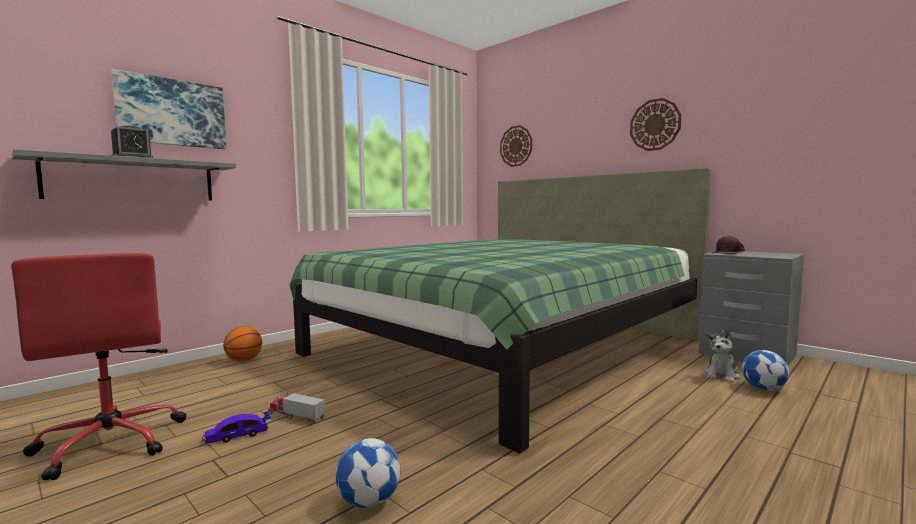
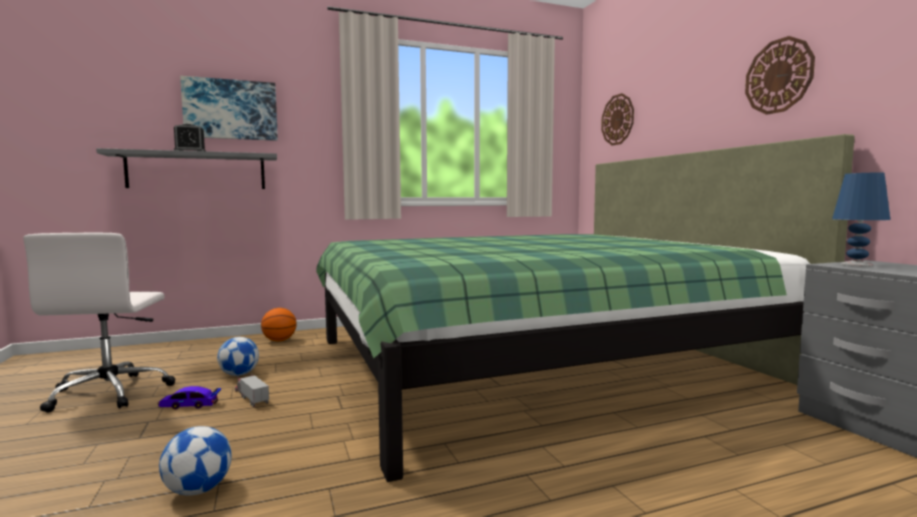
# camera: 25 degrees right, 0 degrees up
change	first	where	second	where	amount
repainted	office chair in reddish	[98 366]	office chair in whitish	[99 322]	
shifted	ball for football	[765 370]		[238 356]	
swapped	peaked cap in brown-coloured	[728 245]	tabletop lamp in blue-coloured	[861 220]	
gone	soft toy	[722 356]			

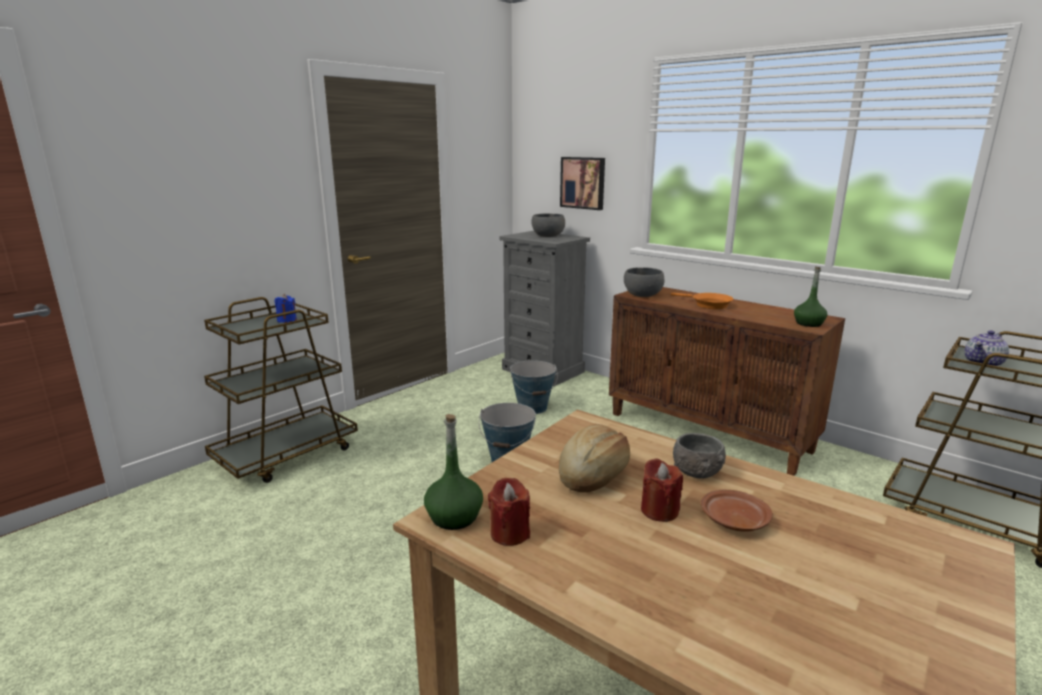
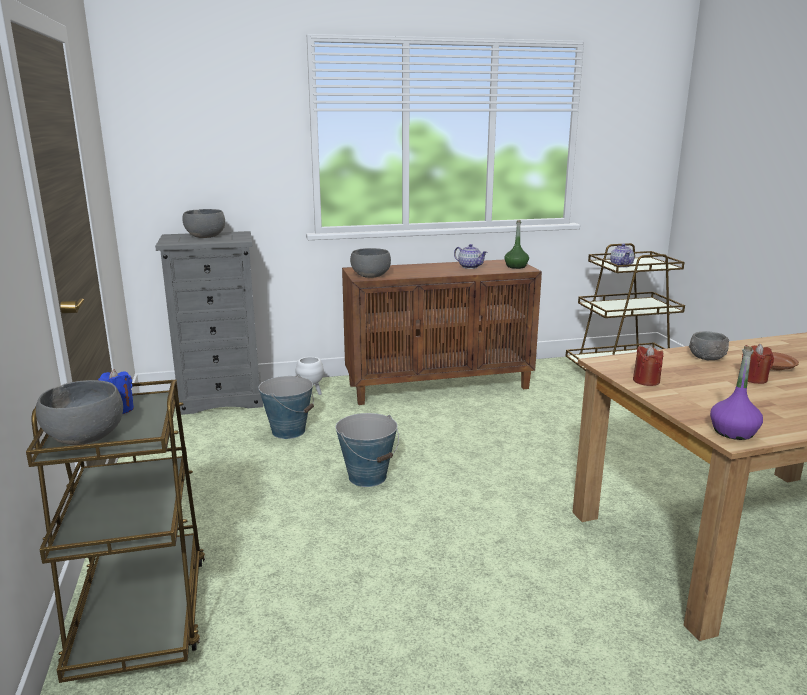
# camera: 55 degrees left, 0 degrees up
change	first	where	second	where	amount
new			bowl in greyish	[79 412]	
new			plant pot in whitish	[310 376]	
new			teapot	[470 256]	
shifted	wax light in reddish	[509 512]		[648 366]	
repainted	beverage bottle in green	[453 472]	beverage bottle in purple-coloured	[736 393]	
gone	bakery bread	[594 458]			
gone	picture	[582 183]			
gone	pan in orange-coloured	[702 301]			

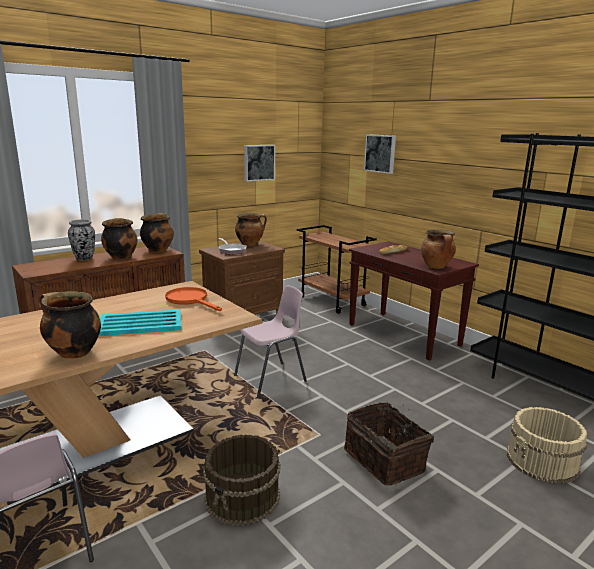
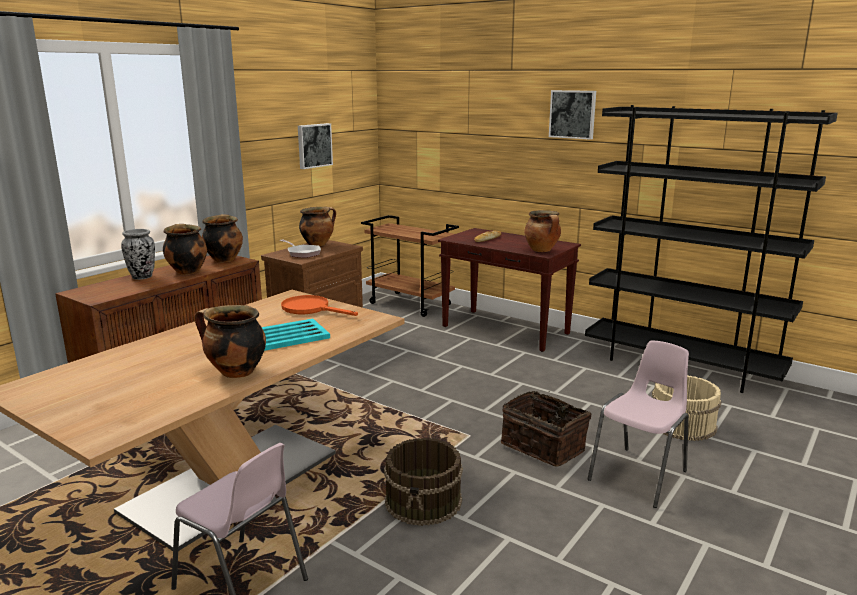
# camera: 15 degrees left, 0 degrees up
change	first	where	second	where	amount
shifted	picture	[380 154]		[572 115]	
shifted	chair in pink	[270 341]		[638 424]	

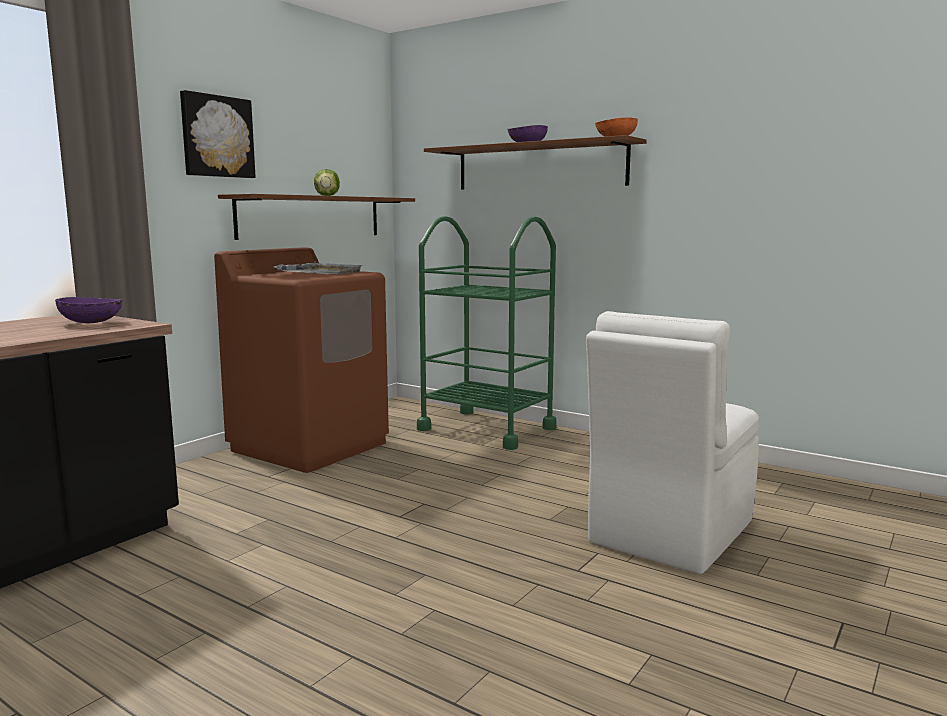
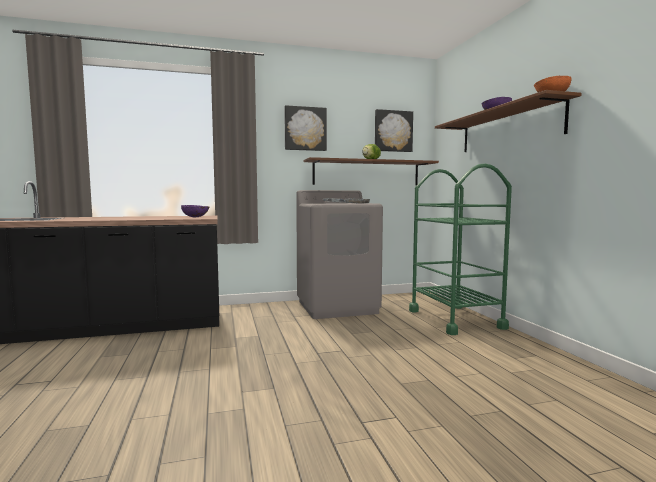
# camera: 40 degrees right, 5 degrees down
change	first	where	second	where	amount
repainted	washing machine in brown-coloured	[301 360]	washing machine in greyish	[339 254]	
new			picture	[394 130]	
gone	chair in whitish	[672 442]			

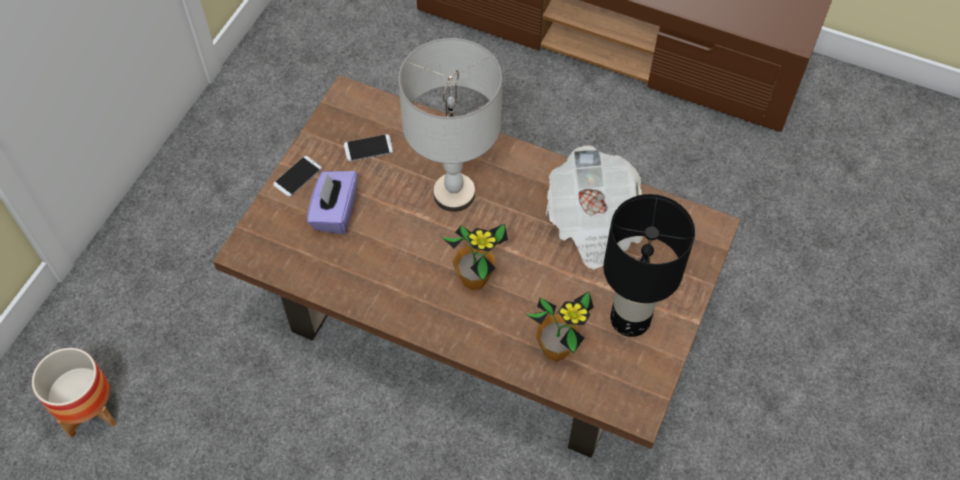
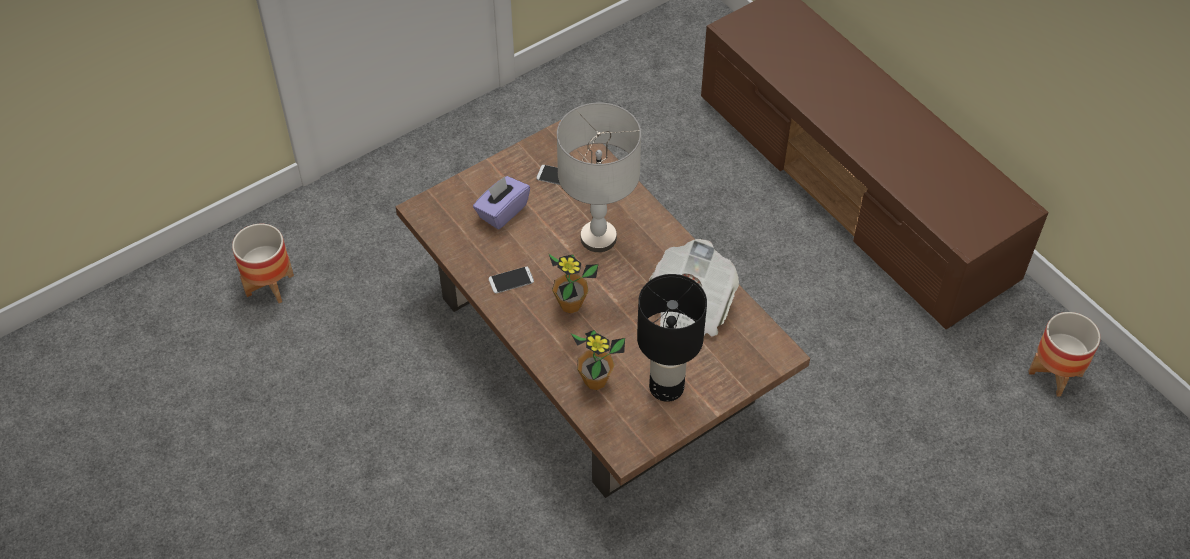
# camera: 30 degrees right, 5 degrees down
change	first	where	second	where	amount
shifted	phone	[297 176]		[511 280]	
new			plant pot	[1064 354]	

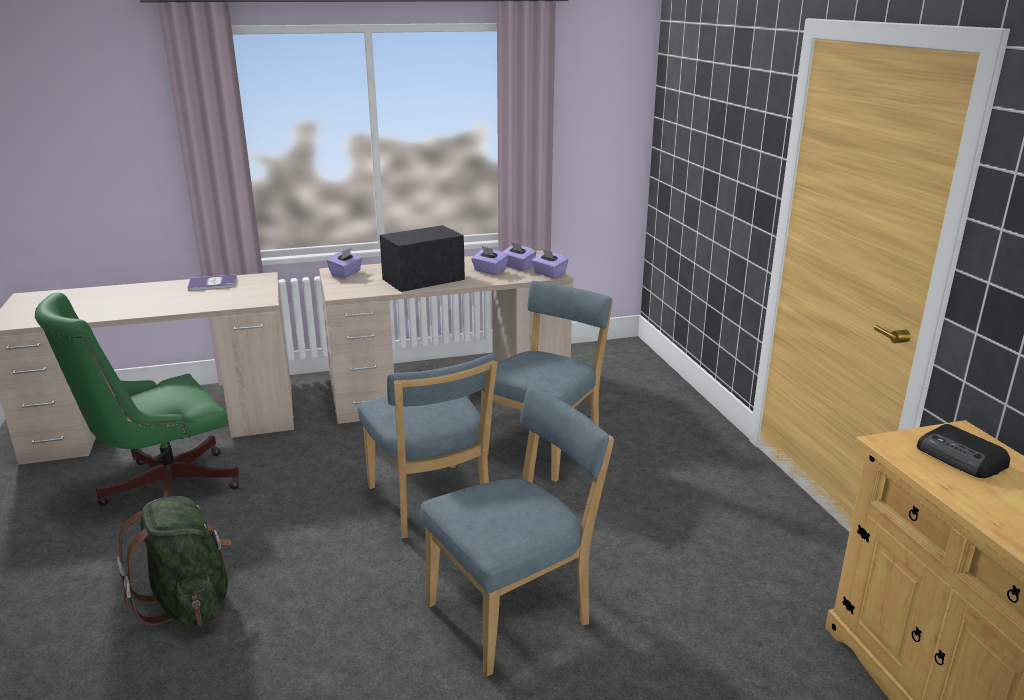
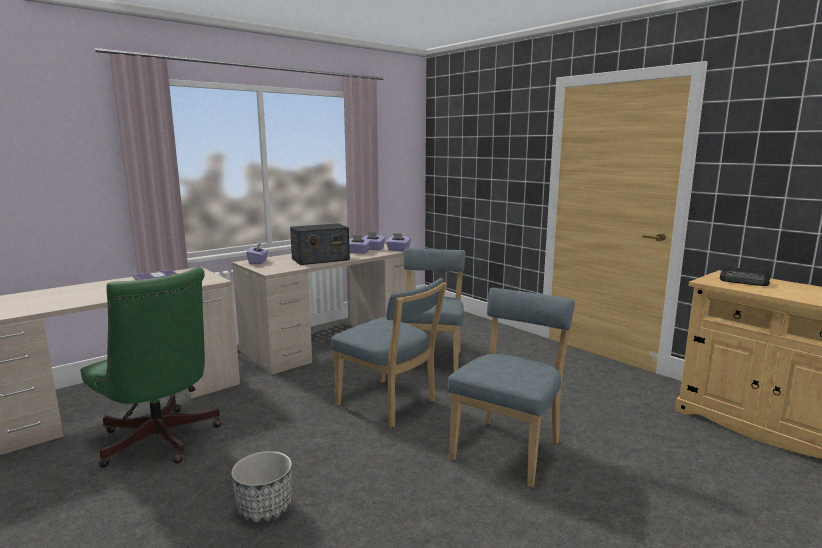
# camera: 25 degrees left, 10 degrees down
change	first	where	second	where	amount
rotated	office chair in green	[137 399]		[151 367]	75 degrees counterclockwise
swapped	backpack in green	[174 562]	plant pot	[261 487]	
rotated	radio receiver	[422 258]		[320 244]	150 degrees counterclockwise

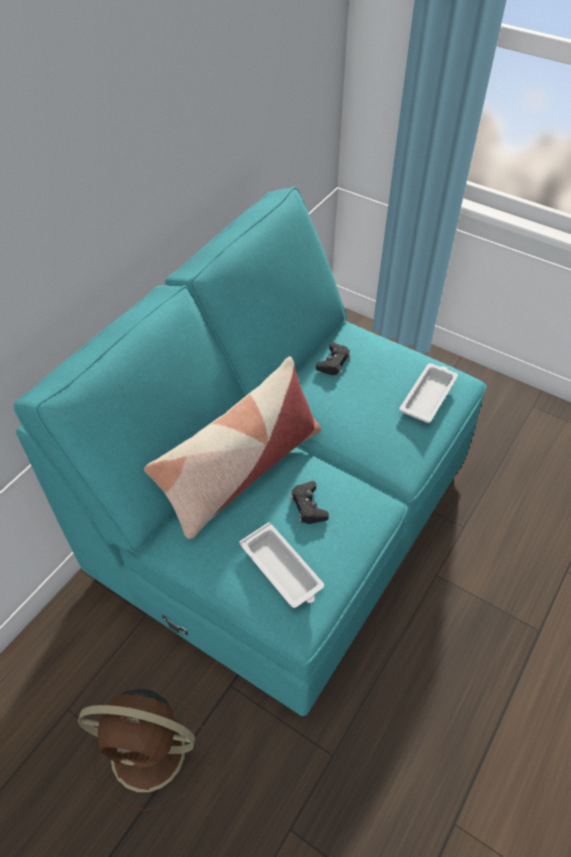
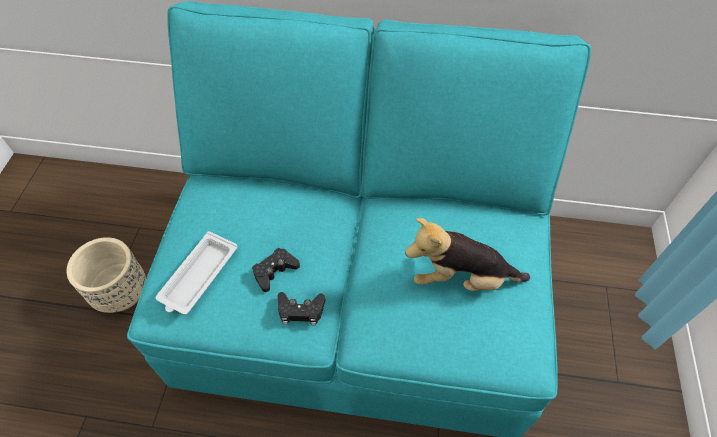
# camera: 65 degrees right, 5 degrees up
change	first	where	second	where	amount
swapped	fan in brown-coloured	[141 750]	plant pot in beige	[106 275]	
shifted	gamepad in black-coloured	[333 358]		[301 308]	
new			soft toy	[467 254]	
gone	cushion	[232 447]			
gone	tray in whitish	[428 393]			

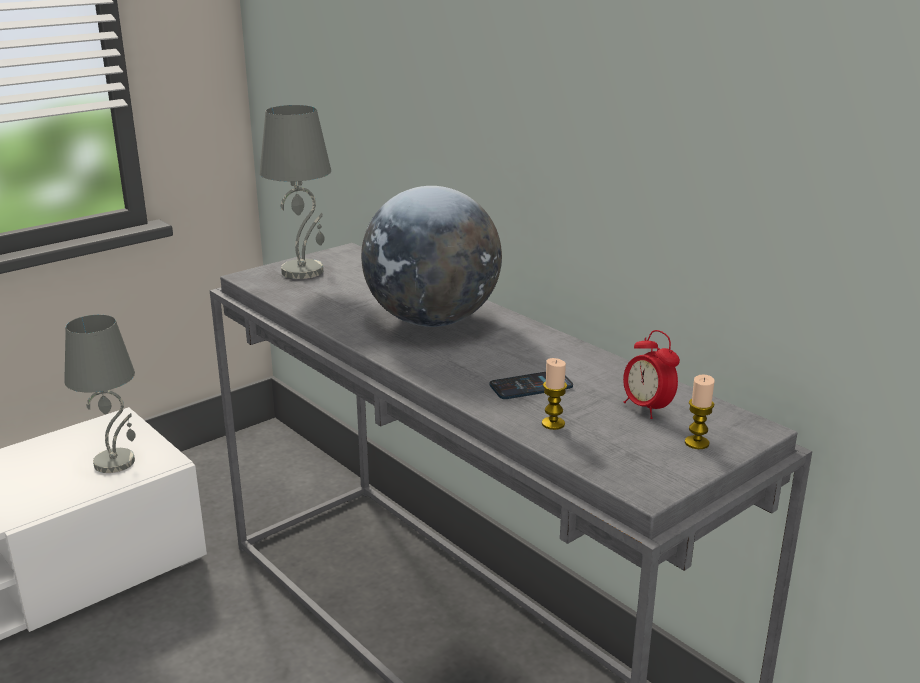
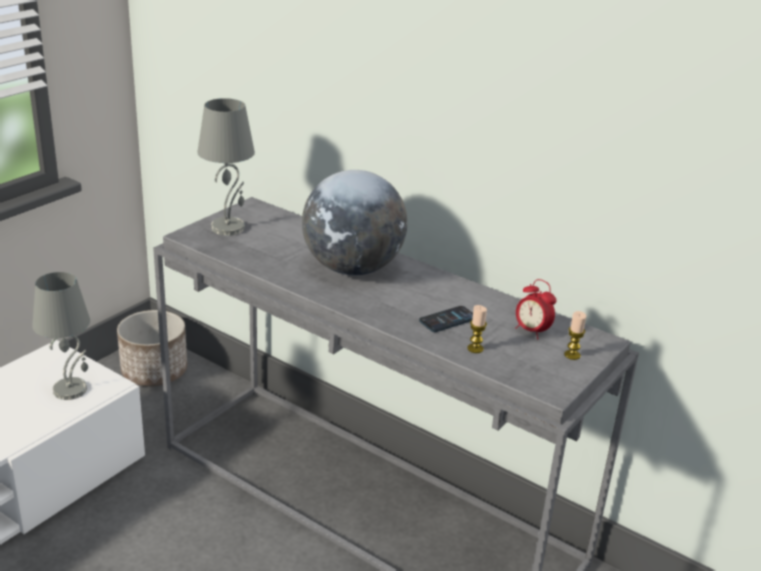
# camera: 15 degrees left, 5 degrees up
change	first	where	second	where	amount
new			plant pot	[152 348]	

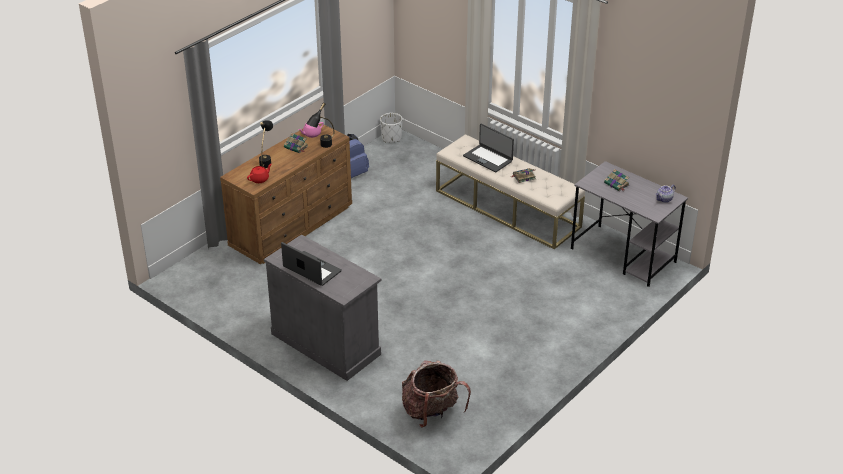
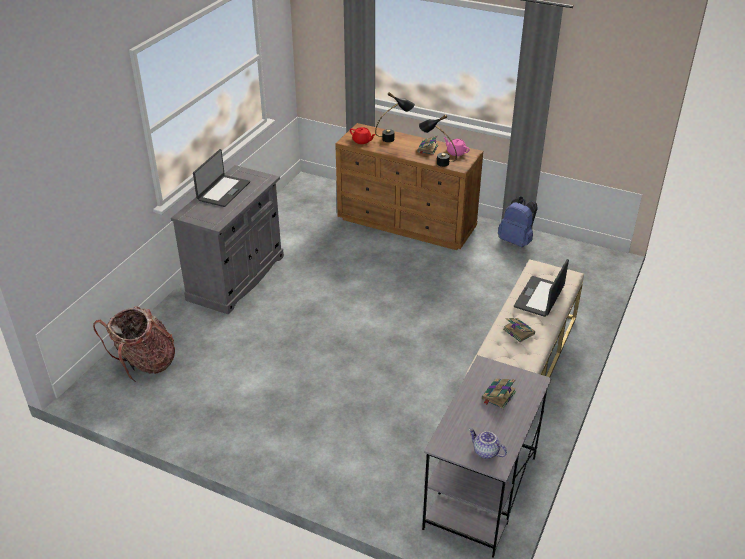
# camera: 75 degrees right, 0 degrees up
change	first	where	second	where	amount
gone	plant pot in whitish	[391 128]			

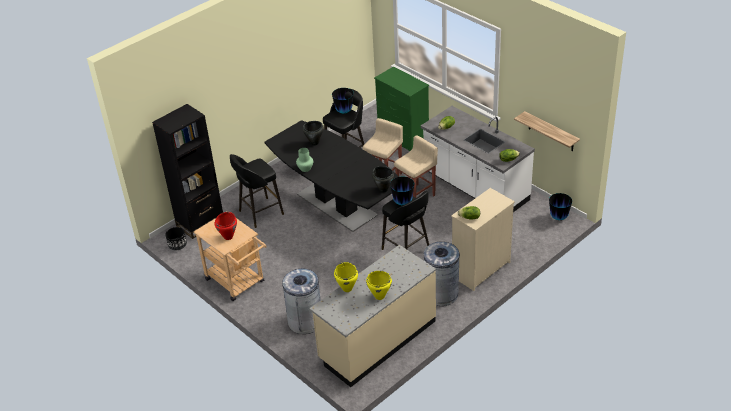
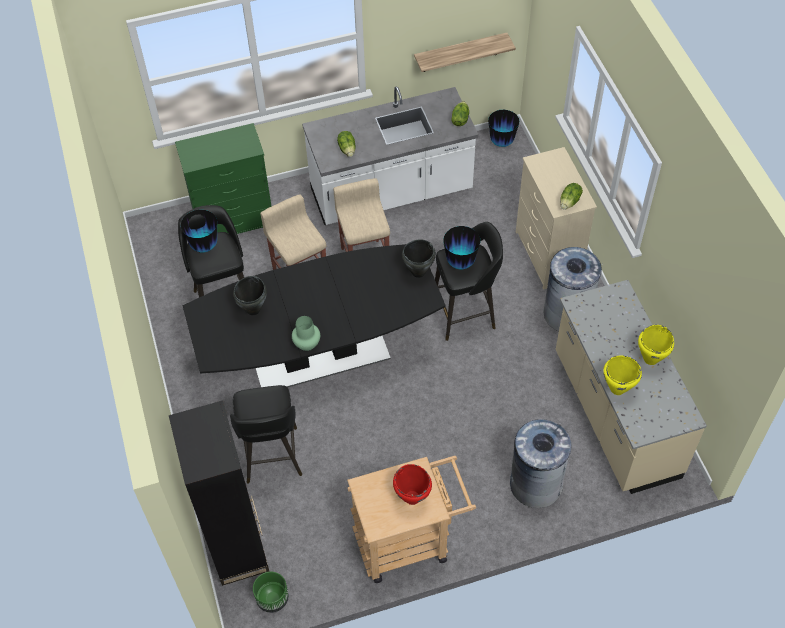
# camera: 65 degrees left, 15 degrees up
change	first	where	second	where	amount
repainted	plant pot in black-coloured	[176 238]	plant pot in green	[271 592]	

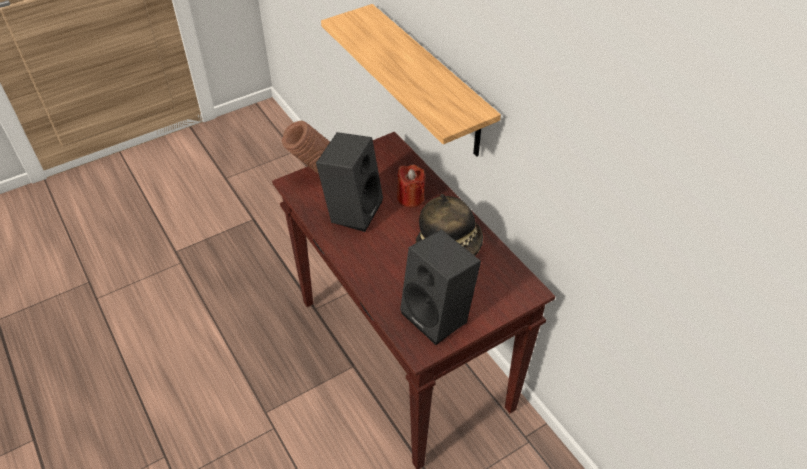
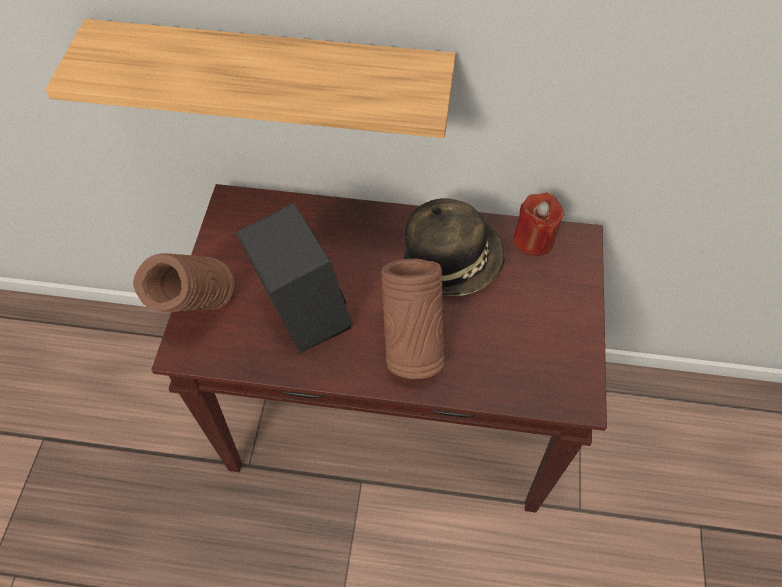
# camera: 50 degrees left, 10 degrees up
change	first	where	second	where	amount
new			decorative vase in brown-coloured	[412 319]	
shifted	wax light in reddish	[411 186]		[539 224]	
gone	speaker in black-coloured	[440 287]			

